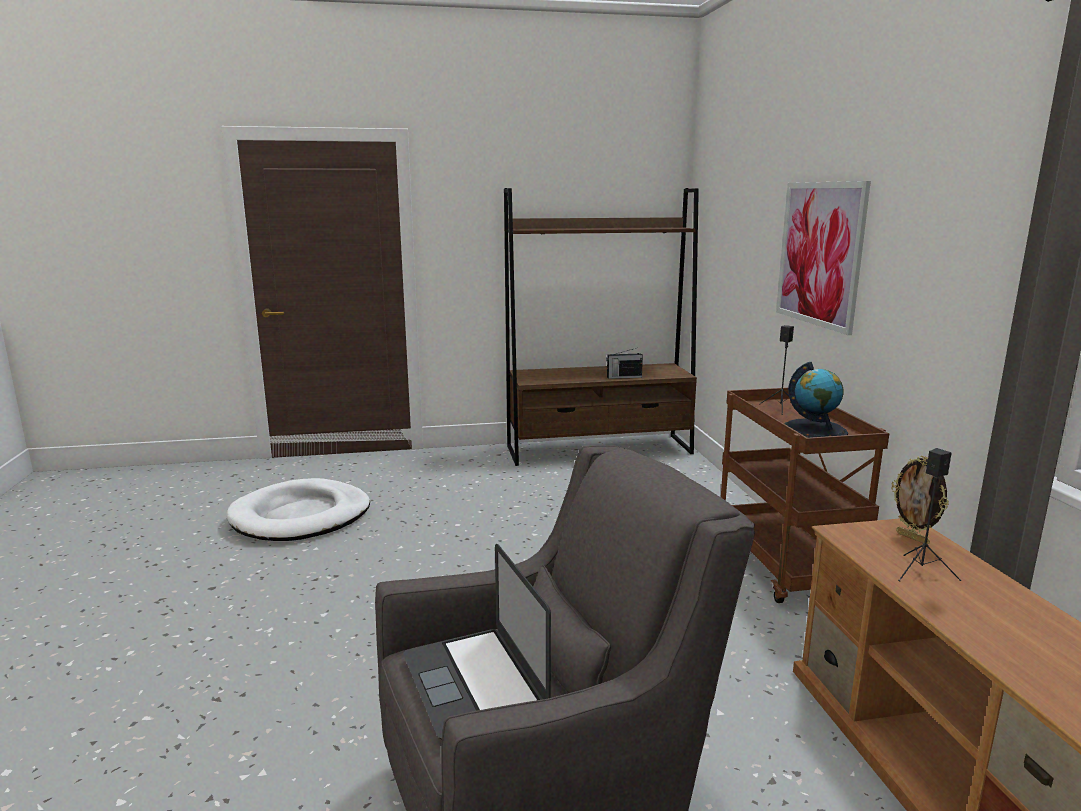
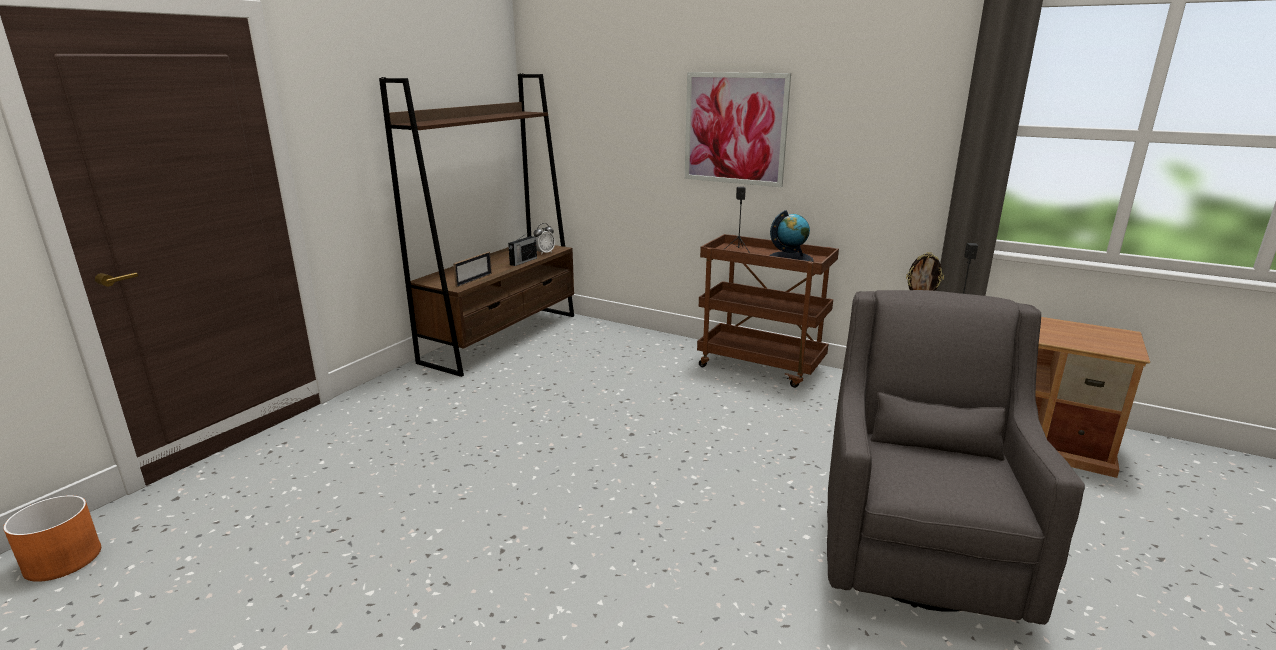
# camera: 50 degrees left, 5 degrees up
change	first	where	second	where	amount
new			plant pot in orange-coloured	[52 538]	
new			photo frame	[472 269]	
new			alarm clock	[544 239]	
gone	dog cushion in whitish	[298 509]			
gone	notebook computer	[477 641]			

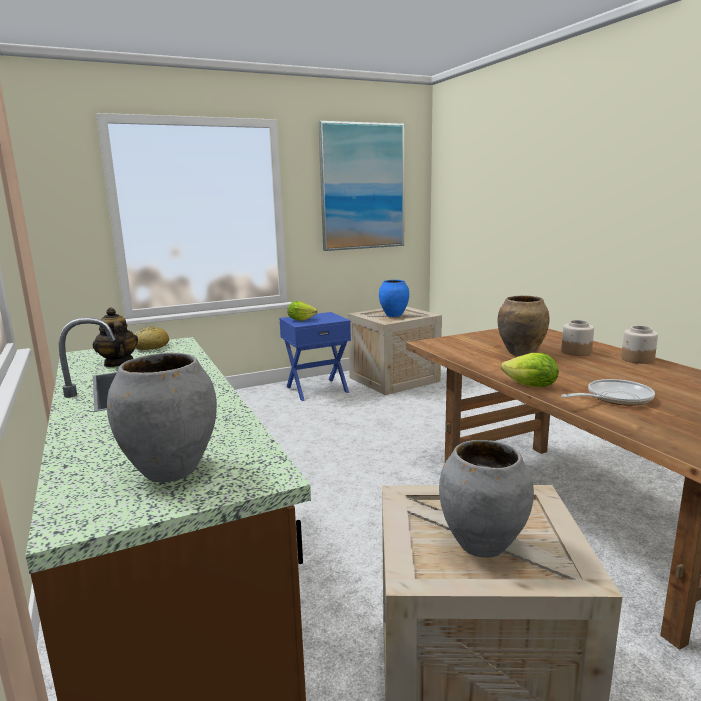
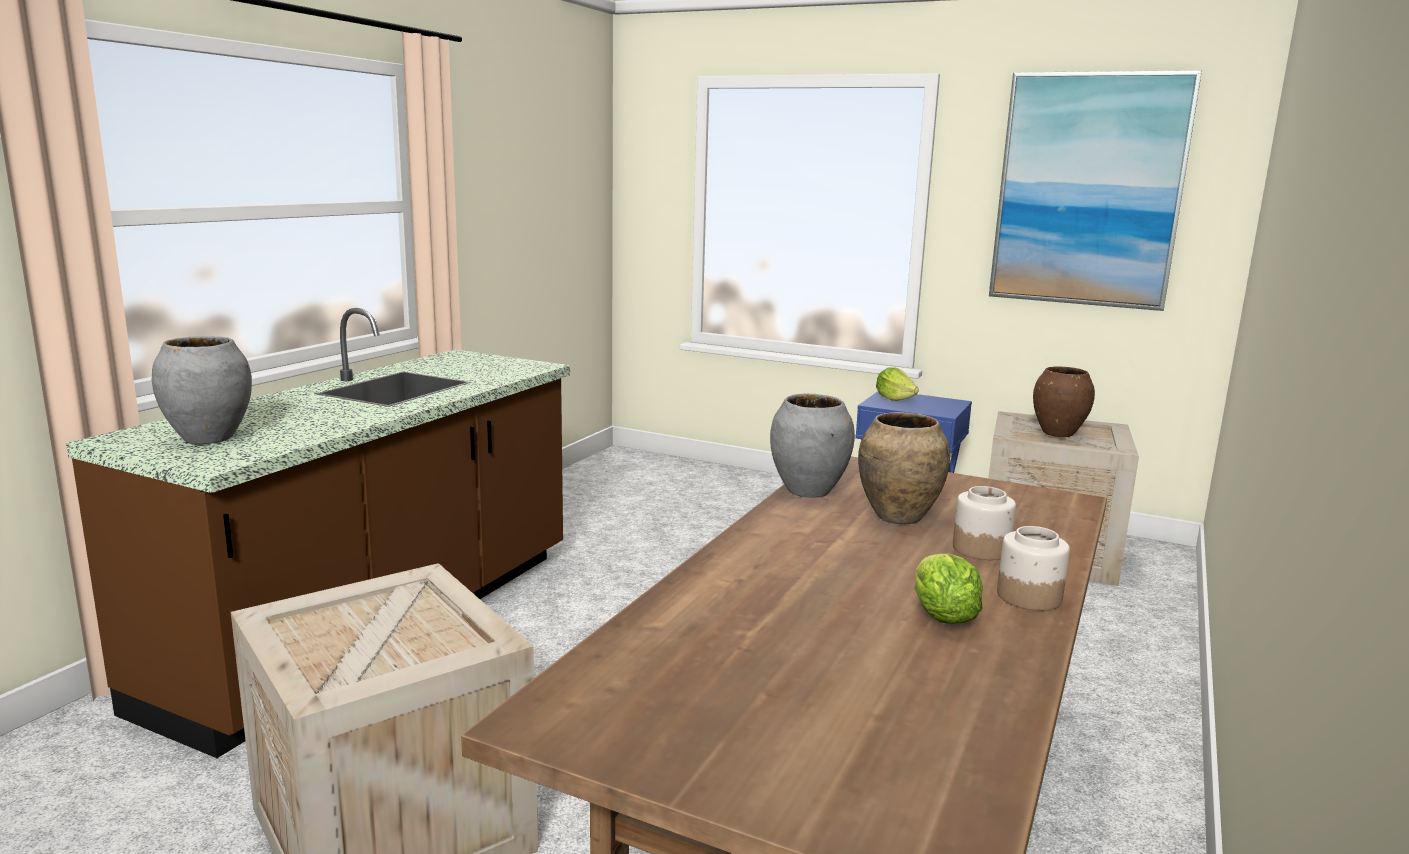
# camera: 50 degrees right, 0 degrees up
change	first	where	second	where	amount
shifted	decorative vase in greyish	[486 499]		[812 445]	
shifted	lettuce head	[530 370]		[948 589]	
repainted	decorative vase in blue-coloured	[394 298]	decorative vase in brown-coloured	[1064 402]	
gone	teapot	[115 337]			
gone	bakery bread	[151 338]			
gone	pan	[608 392]			

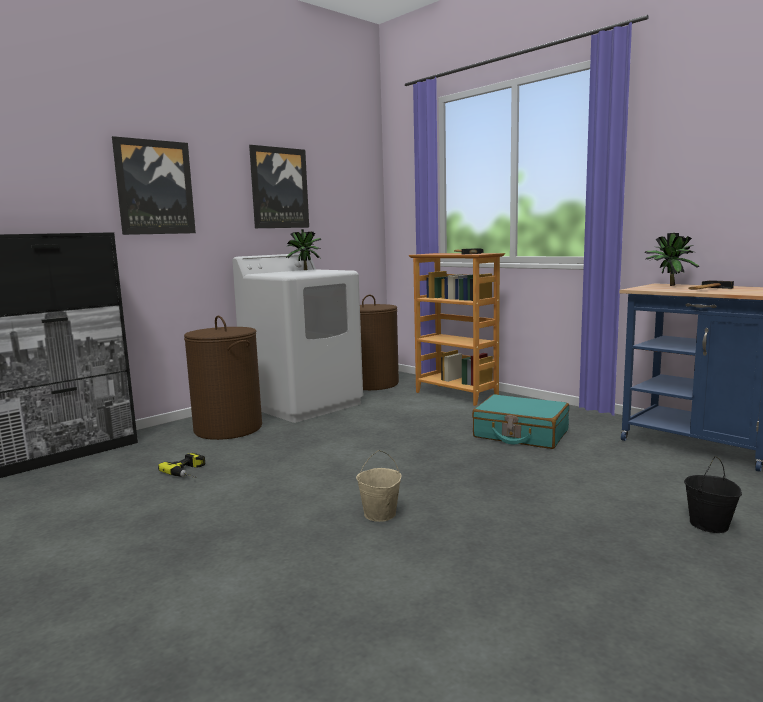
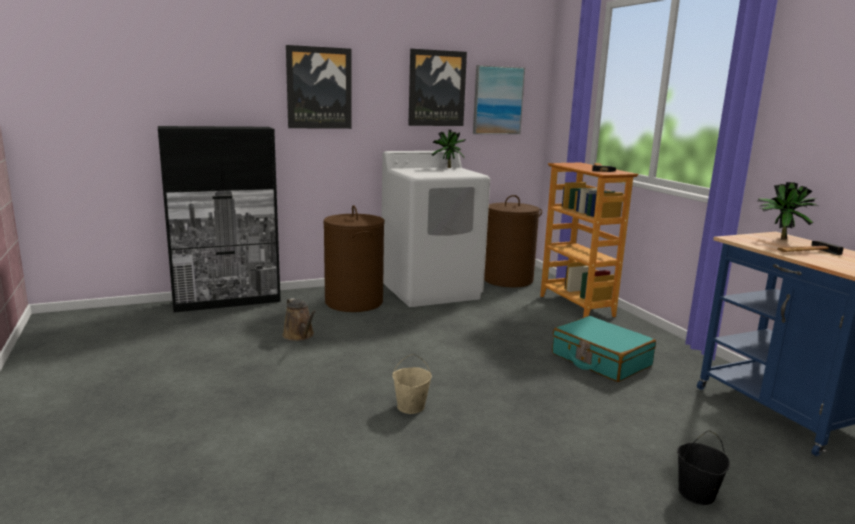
# camera: 20 degrees right, 5 degrees up
change	first	where	second	where	amount
swapped	drill	[181 465]	watering pot in brown-coloured	[299 319]	
new			picture	[499 99]	

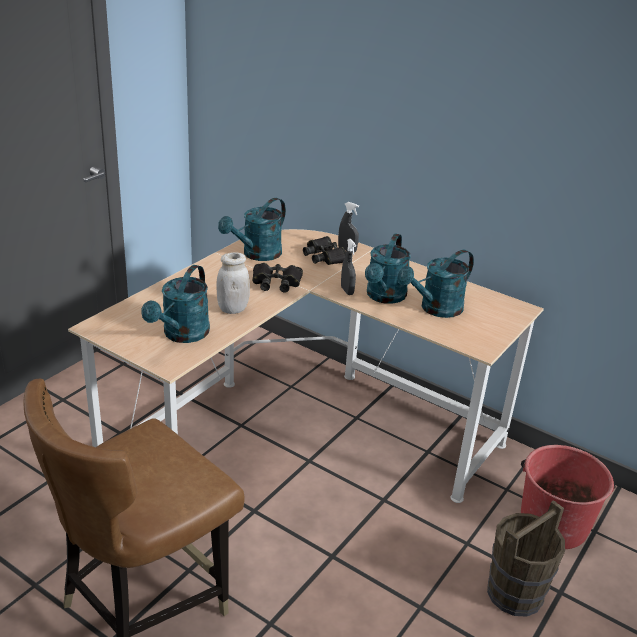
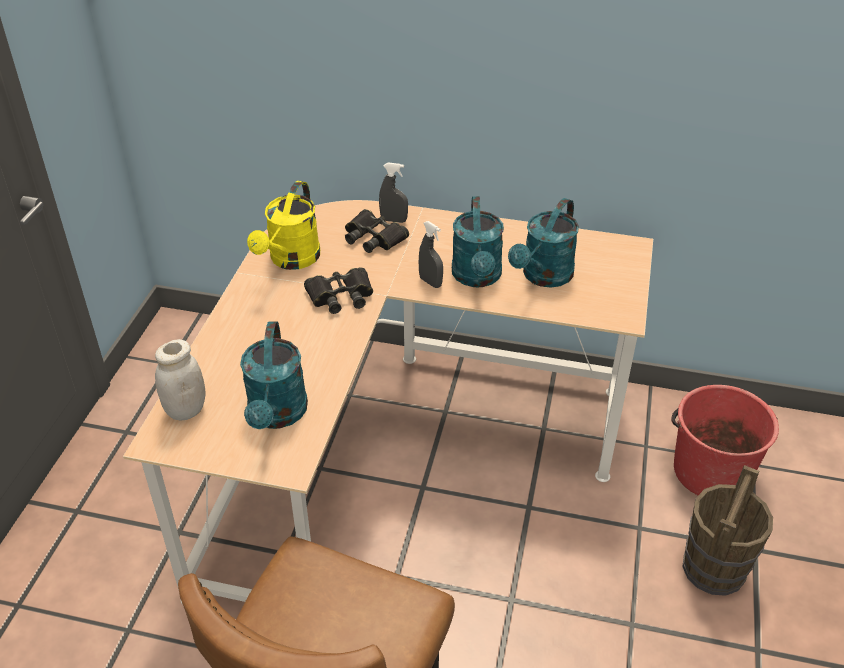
# camera: 20 degrees left, 10 degrees up
change	first	where	second	where	amount
shifted	preserve jar in whitish	[233 283]		[180 379]	
repainted	watering pot in turquoise-coloured	[252 229]	watering pot in yellow	[283 225]	

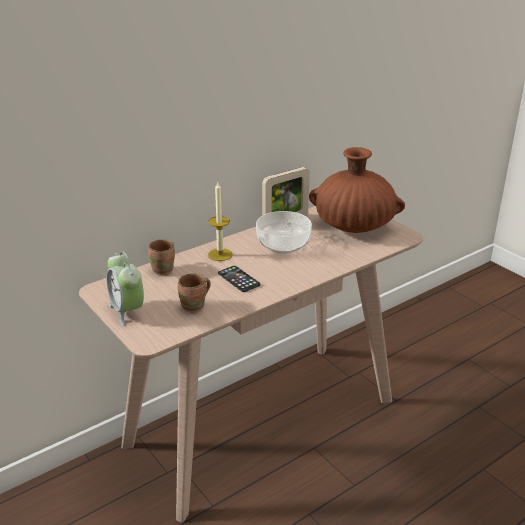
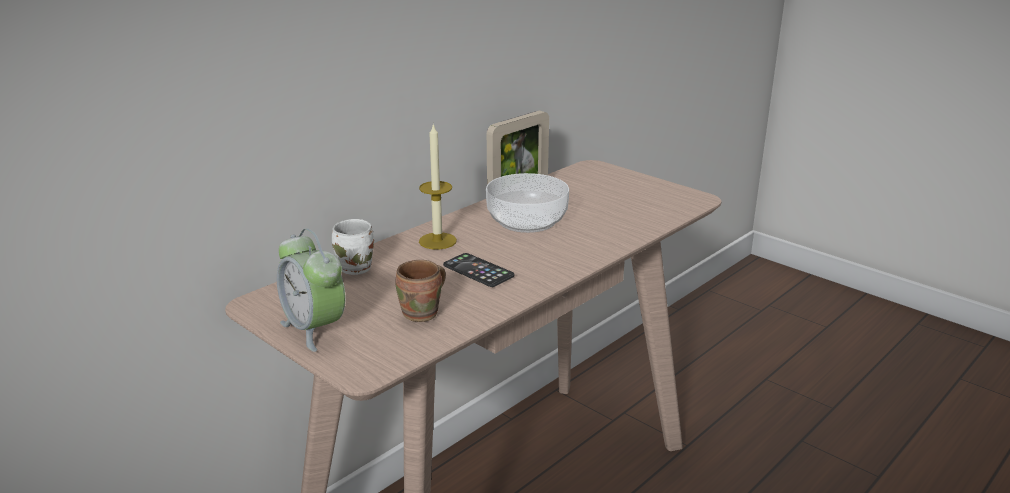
# camera: 10 degrees left, 5 degrees down
change	first	where	second	where	amount
repainted	tea mug in brown-coloured	[161 257]	tea mug in whitish	[353 247]	
gone	decorative vase in brown-coloured	[357 190]			

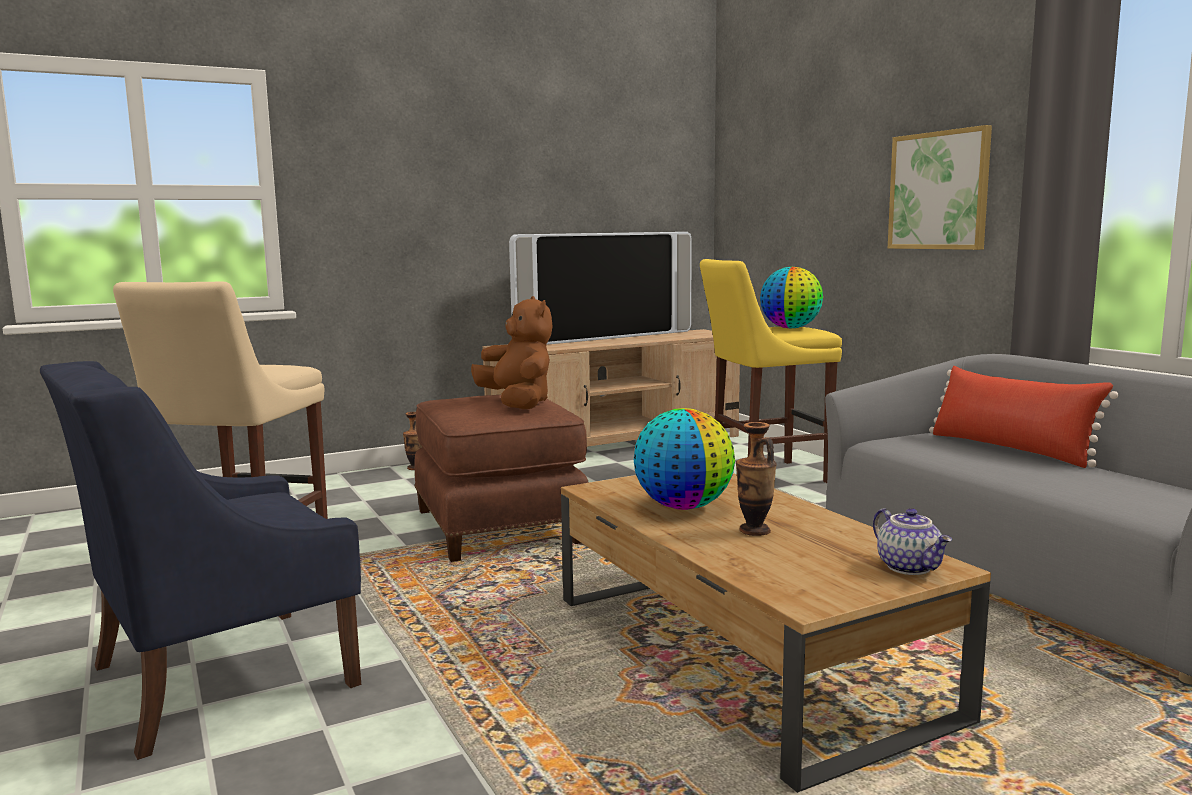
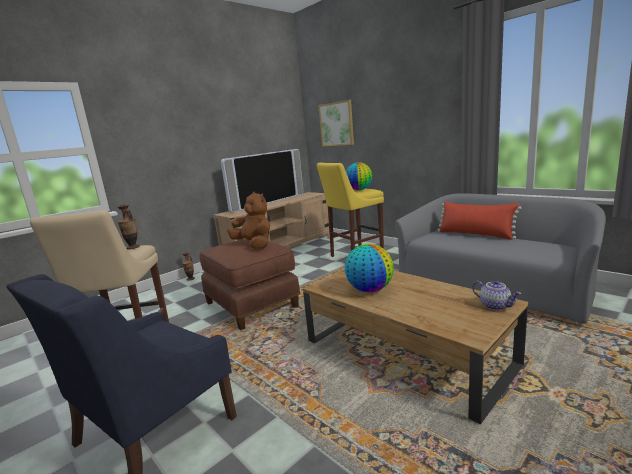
# camera: 15 degrees left, 5 degrees up
change	first	where	second	where	amount
shifted	decorative vase	[756 479]		[128 226]	
shifted	picture	[940 187]		[336 123]	

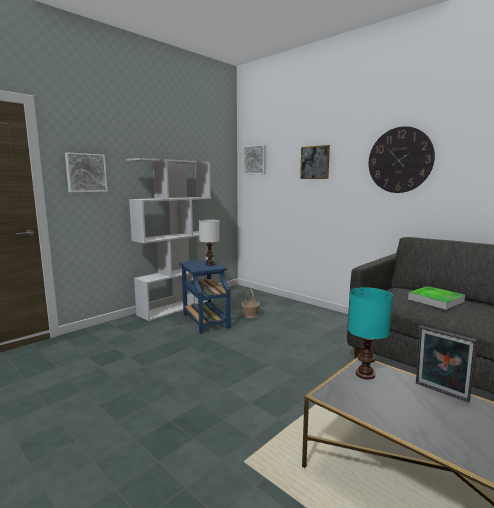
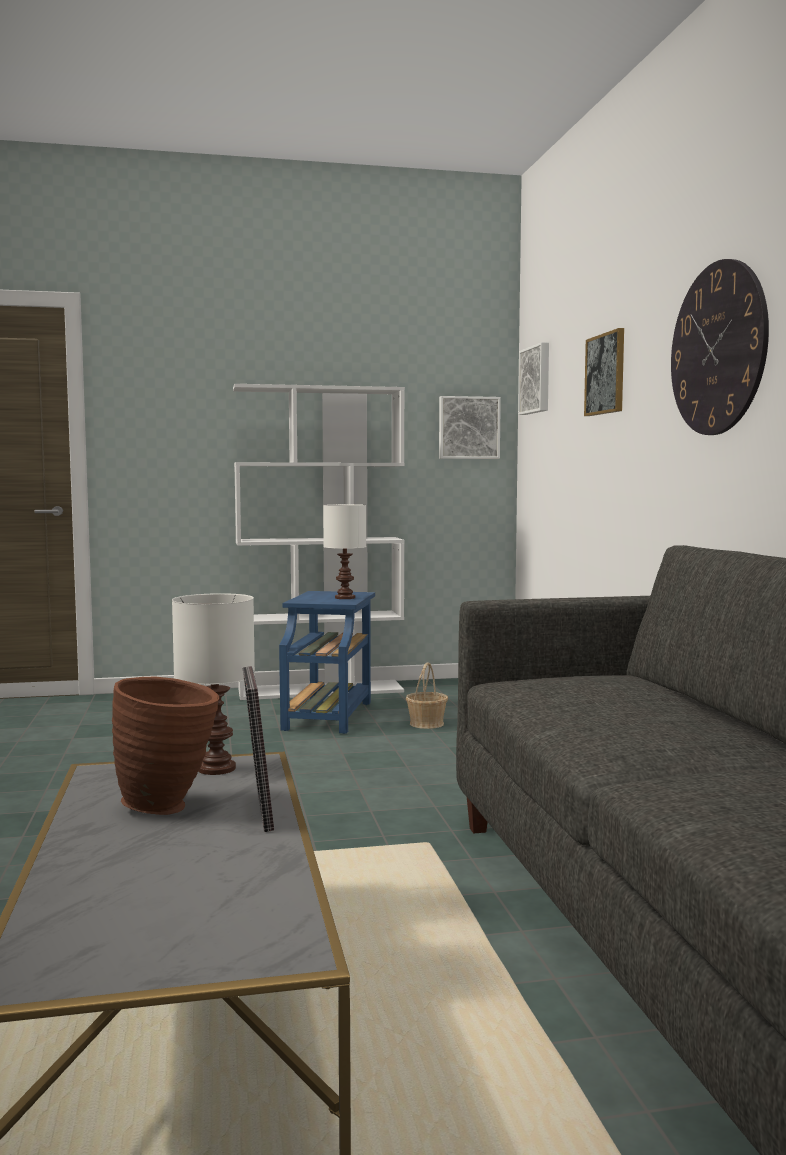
# camera: 35 degrees right, 5 degrees down
change	first	where	second	where	amount
new			decorative vase in brown-coloured	[165 746]	
repainted	tabletop lamp in turquoise-coloured	[370 333]	tabletop lamp in whitish	[213 684]	
shifted	picture	[86 172]		[470 427]	
gone	tray	[436 298]			

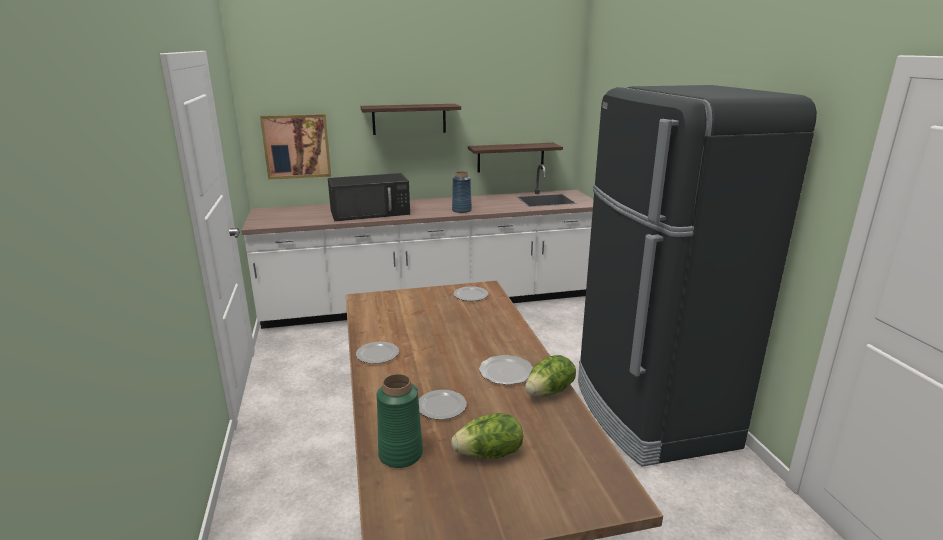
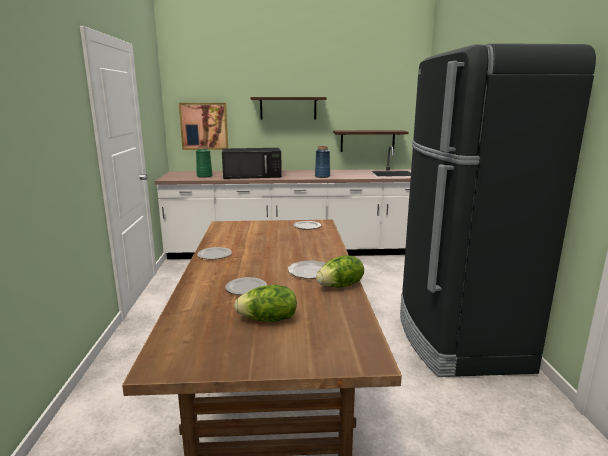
# camera: 10 degrees right, 5 degrees down
change	first	where	second	where	amount
shifted	decorative vase in green	[400 421]		[204 162]	

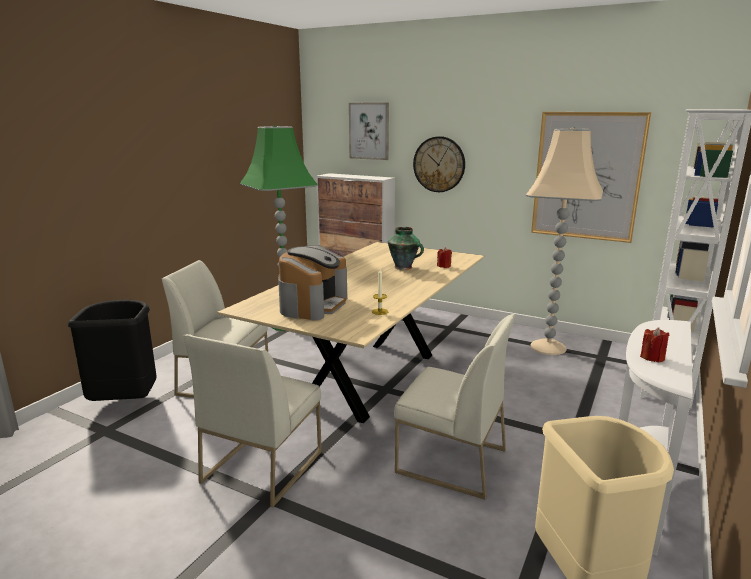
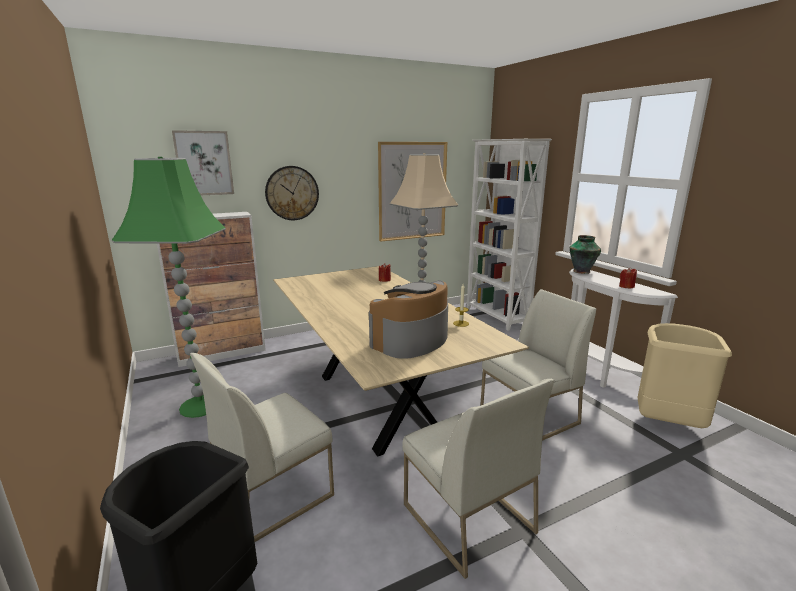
# camera: 55 degrees left, 0 degrees up
change	first	where	second	where	amount
rotated	coffee machine	[312 282]		[408 319]	105 degrees counterclockwise
shifted	decorative vase	[406 248]		[585 254]	

